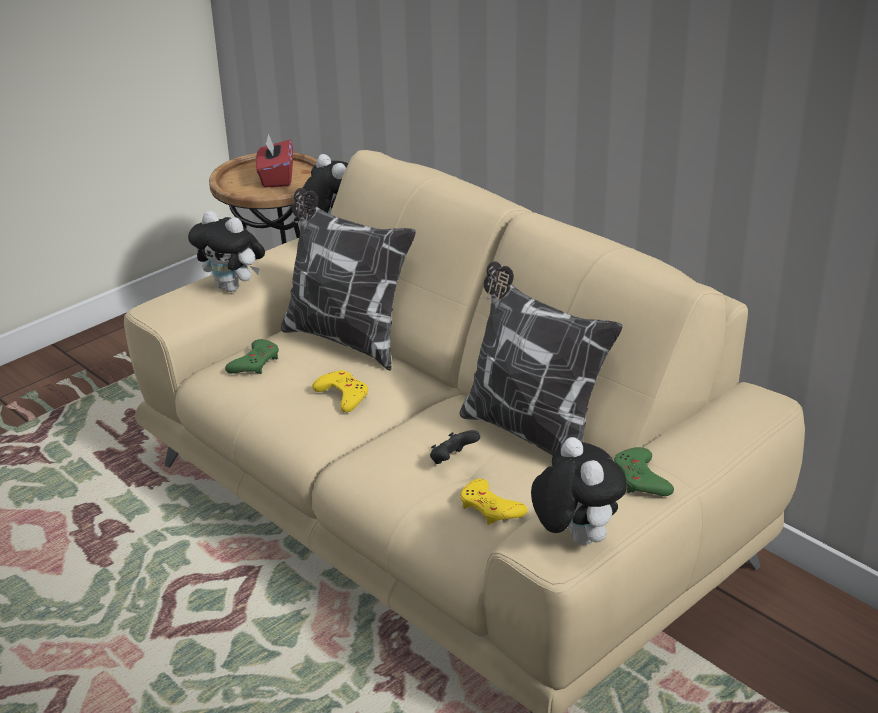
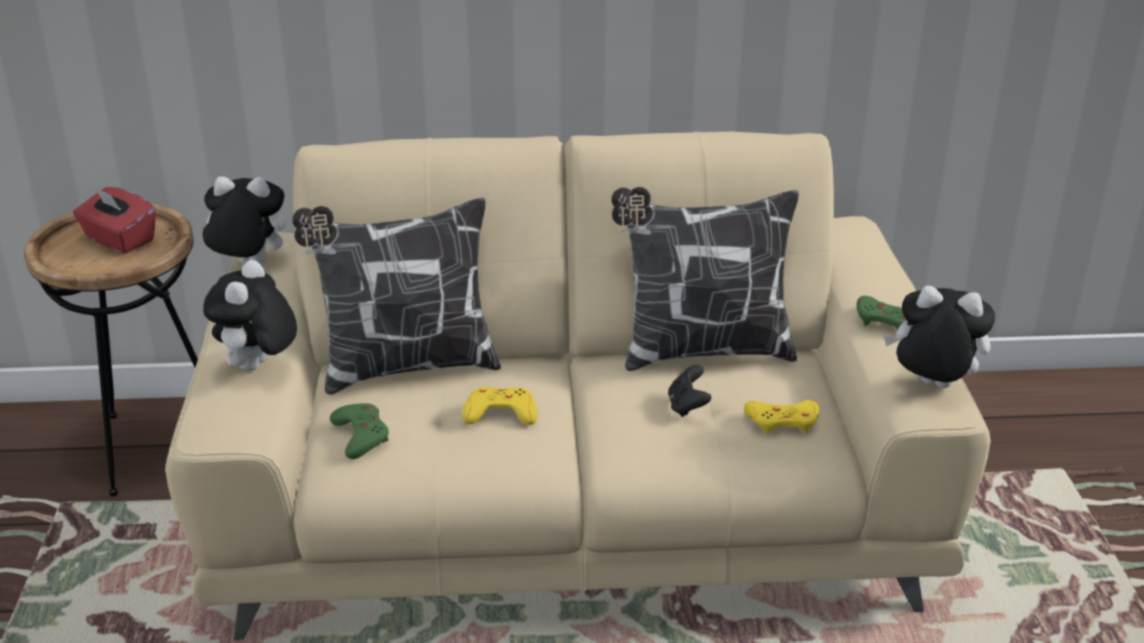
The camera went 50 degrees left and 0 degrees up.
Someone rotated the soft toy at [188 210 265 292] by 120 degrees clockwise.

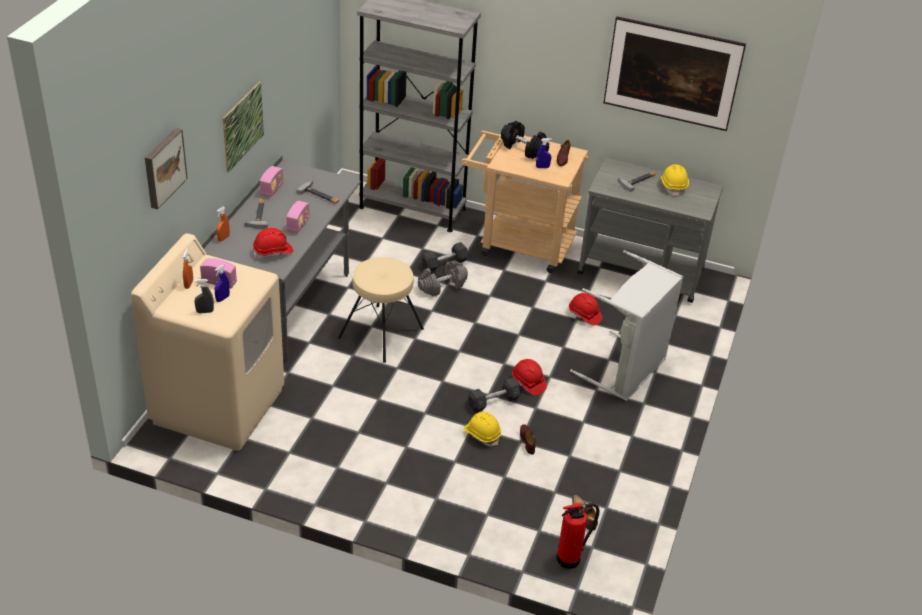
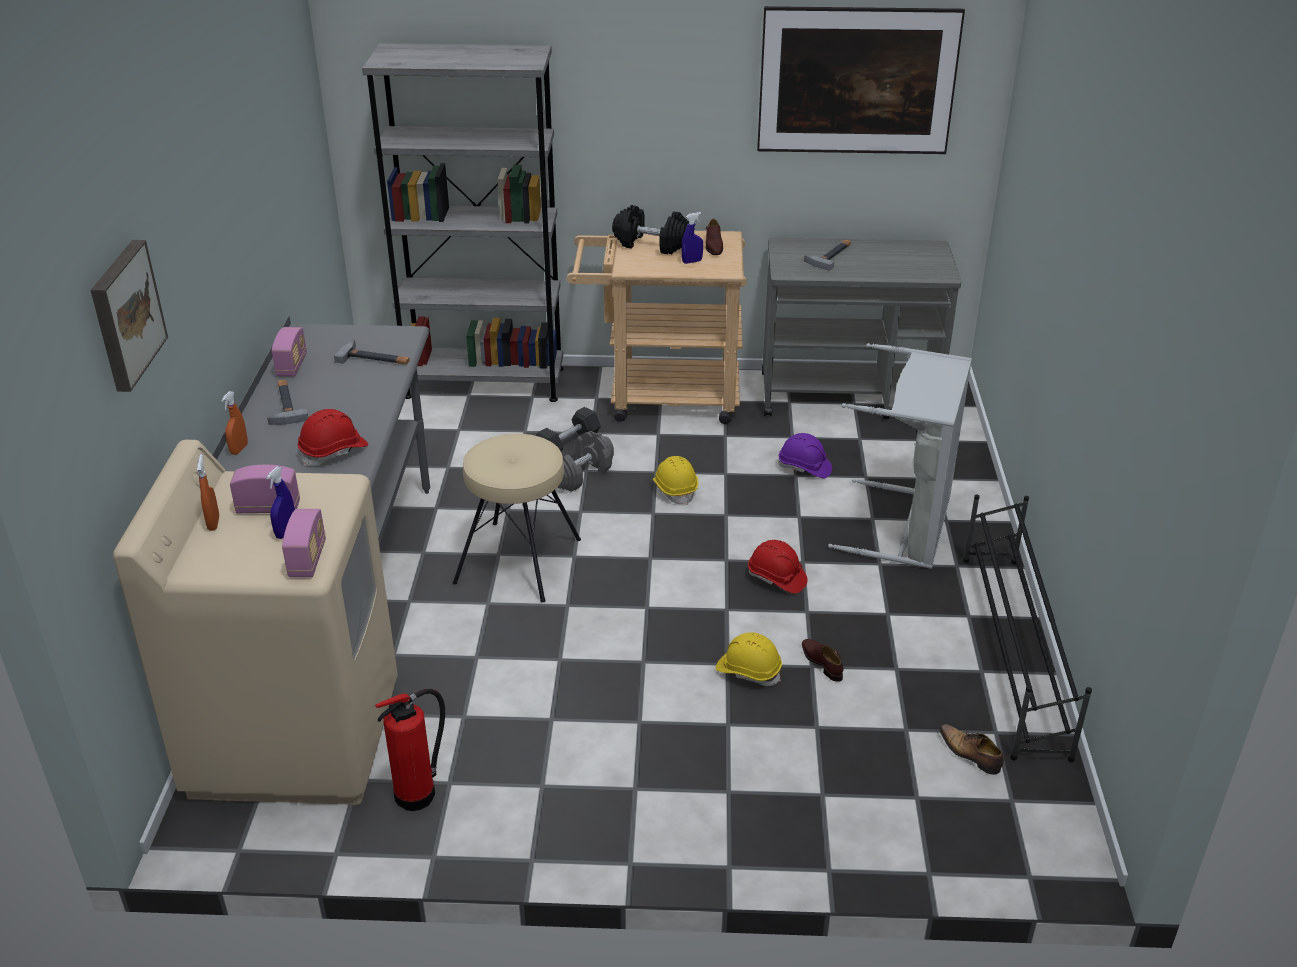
The camera went 15 degrees left and 5 degrees down.
Someone took away the wall picture at [223 82 264 173].
Someone carried the yellow work helmet from [661 164 689 197] to [653 456 699 505].
Someone carried the radio receiver from [286 201 310 234] to [282 509 326 577].
Someone took away the grey sprayer at [195 279 214 314].
Someone repainted the red work helmet at [569 293 603 326], which became the purple-coloured work helmet at [778 433 832 478].
Someone took away the grey hand weight at [468 378 521 413].
Someone carried the fire-fighting cylinder from [556 503 600 569] to [375 689 445 811].
Someone put down the black shoe rack at [963 494 1092 762].

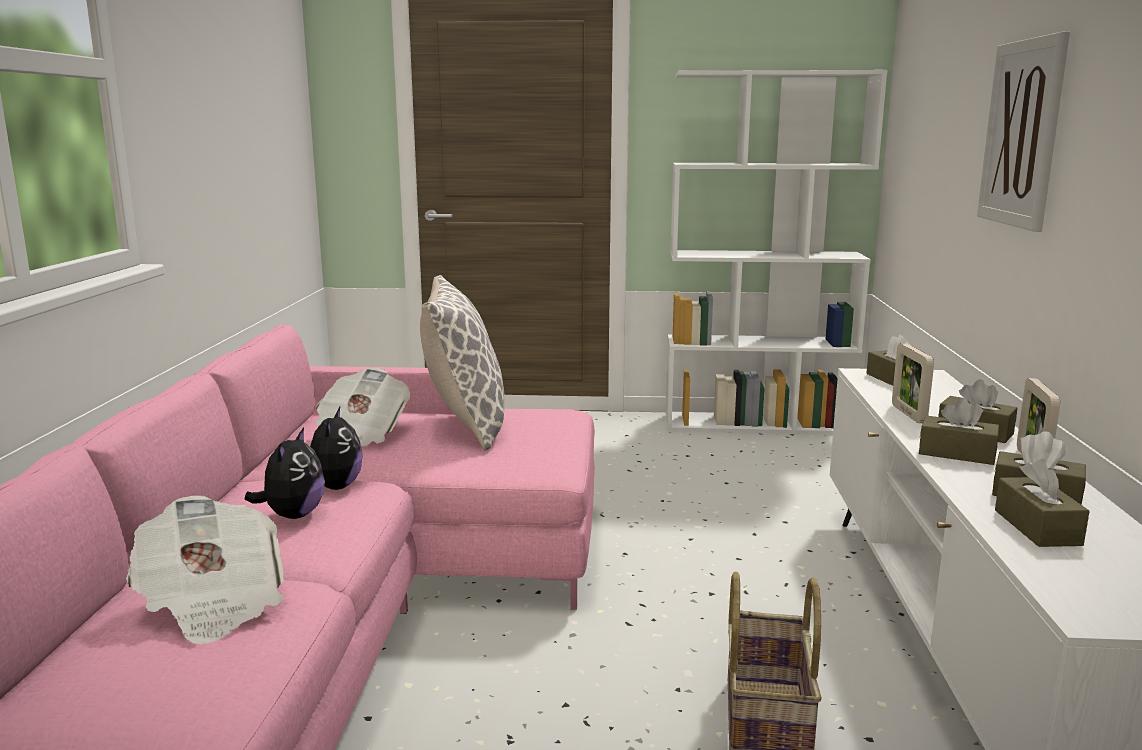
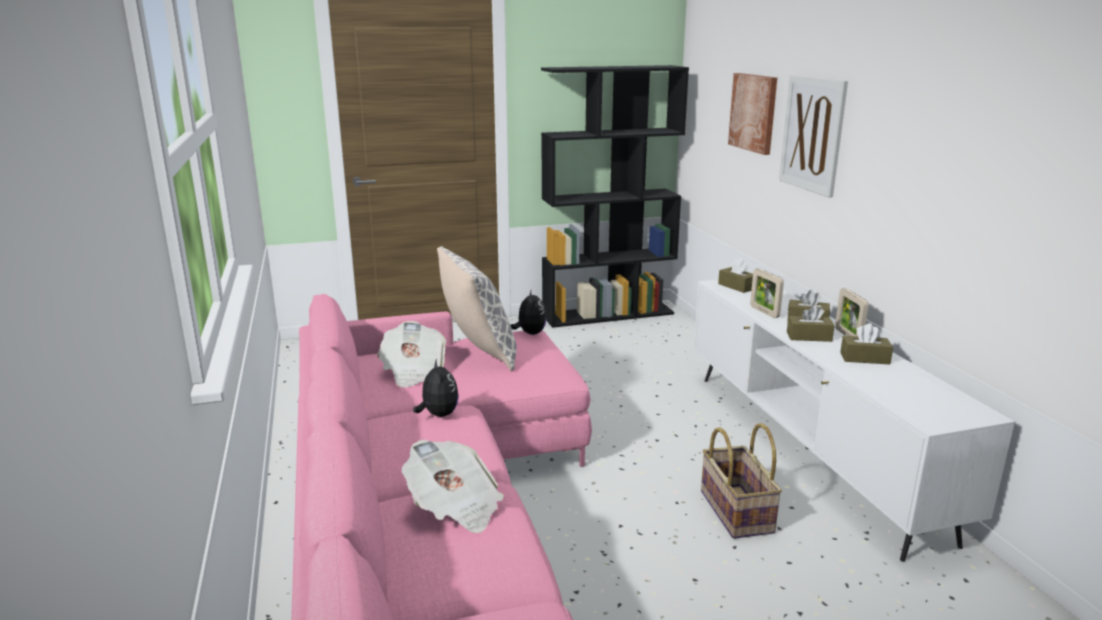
The camera went 20 degrees left and 5 degrees up.
Someone repainted the white-coloured bookcase at [666 70 888 434], which became the black bookcase at [541 65 689 328].
Someone carried the soft toy from [245 427 325 519] to [511 290 547 335].
Someone took away the brown-coloured tissue holder at [995 459 1090 547].
Someone put up the wall picture at [728 73 777 155].

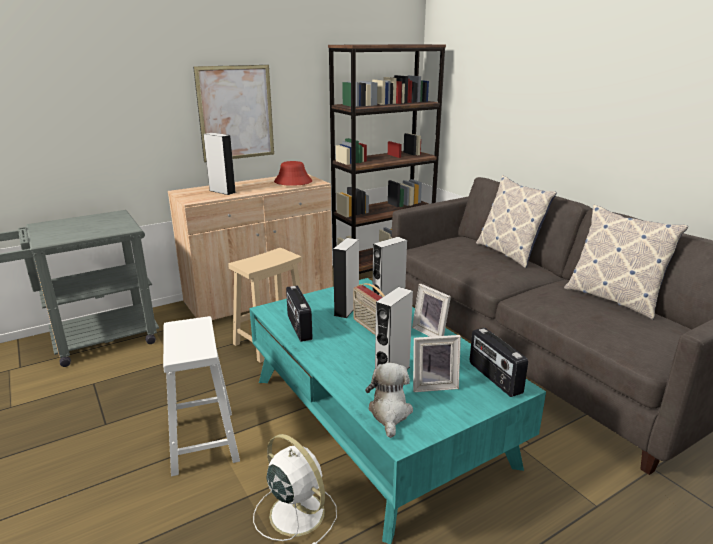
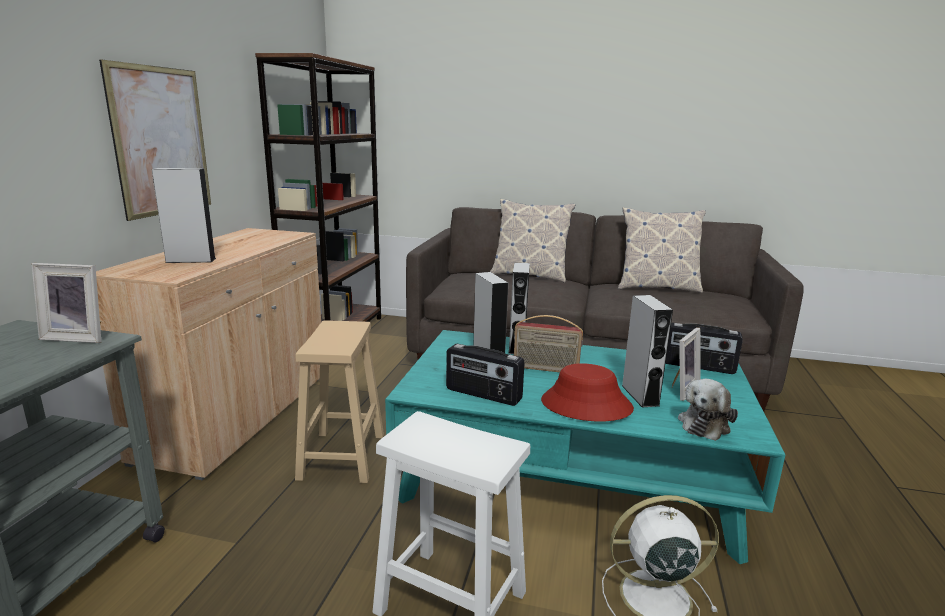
The camera went 45 degrees left and 5 degrees down.
Someone carried the red wearable hat from [274 161 312 186] to [541 363 634 421].
Someone carried the picture frame from [412 284 451 337] to [31 263 101 343].
Someone rotated the soft toy at [365 363 413 438] by 105 degrees counterclockwise.

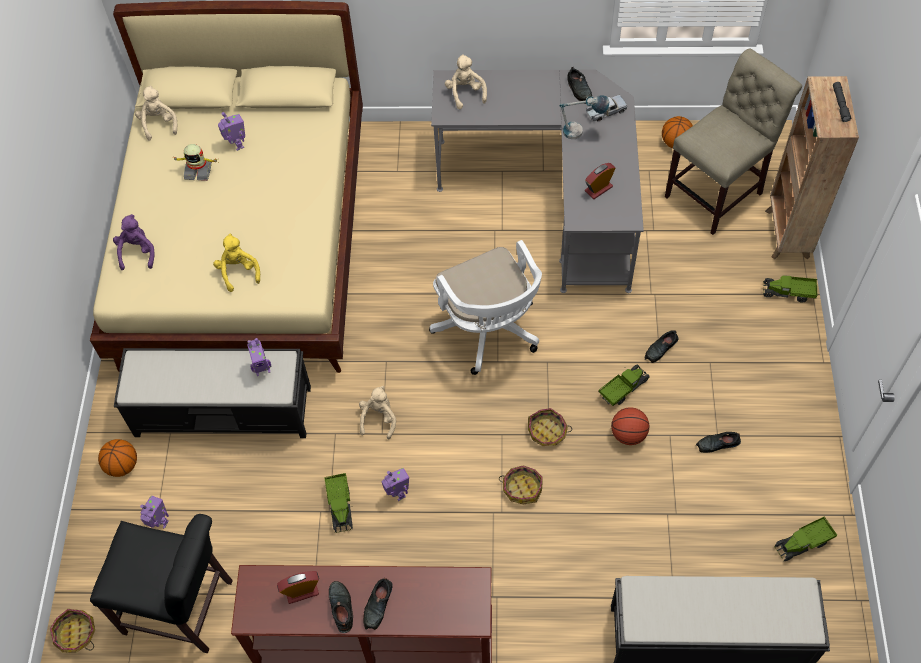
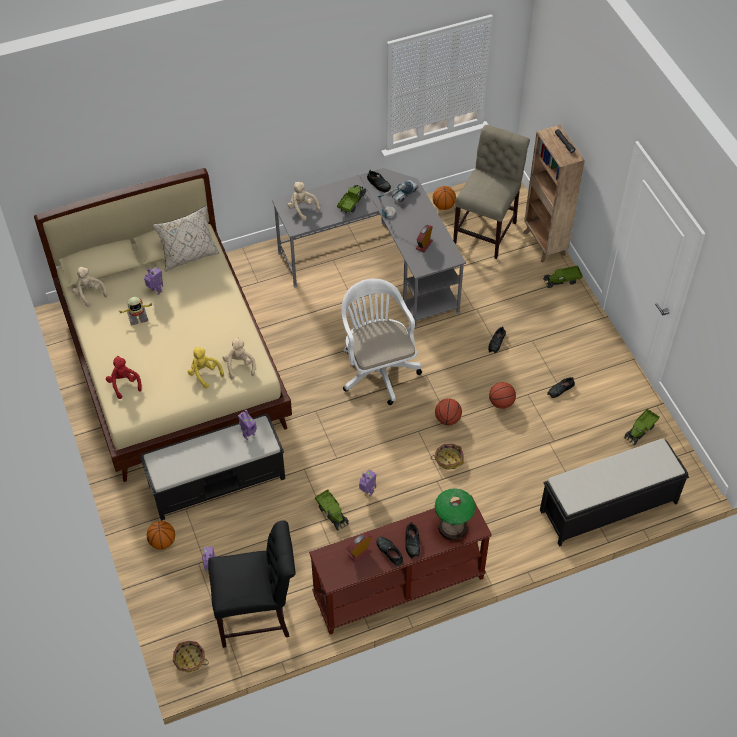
The camera went 25 degrees left and 5 degrees down.
Someone repainted the purple-coloured soft toy at [113 214 155 270], which became the red soft toy at [106 356 142 399].
Someone rotated the white-coloured computer chair at [429 240 542 375] by 150 degrees counterclockwise.
Someone carried the model truck from [599 364 650 406] to [337 185 366 213].
Someone carried the sand-coloured soft toy from [359 386 396 439] to [222 337 256 380].
Someone swapped the household basket at [528 408 572 446] for the basketball at [435 398 462 425].
Someone put down the sand-coloured cushion at [153 206 219 272].
Someone put down the tabletop lamp at [435 488 475 540].

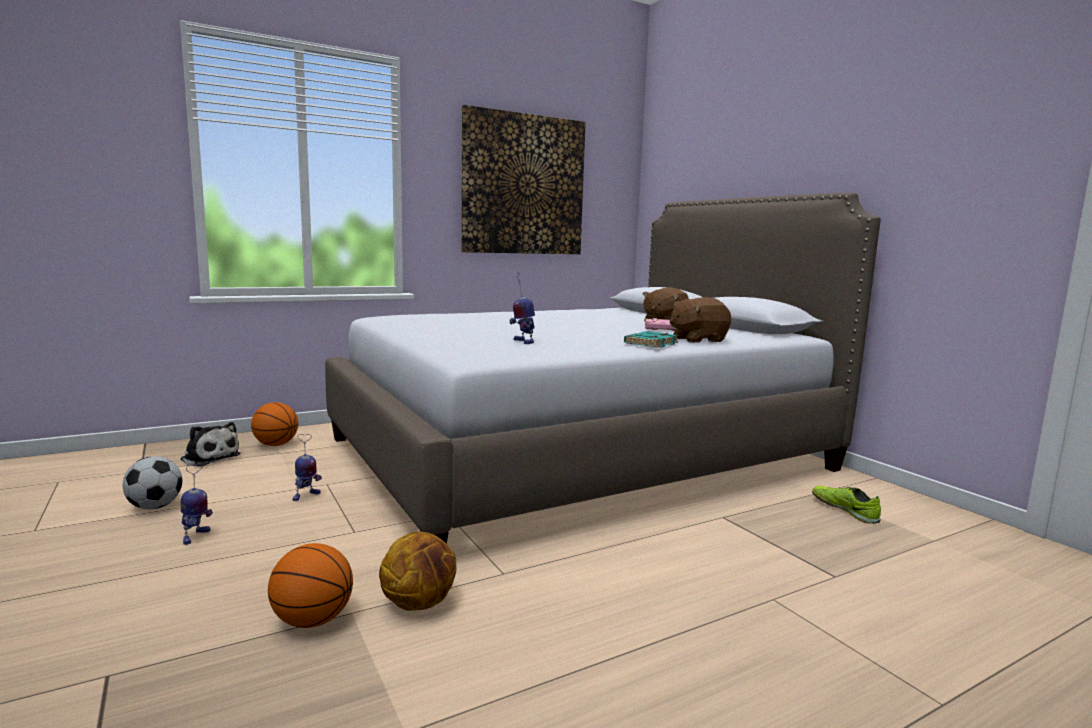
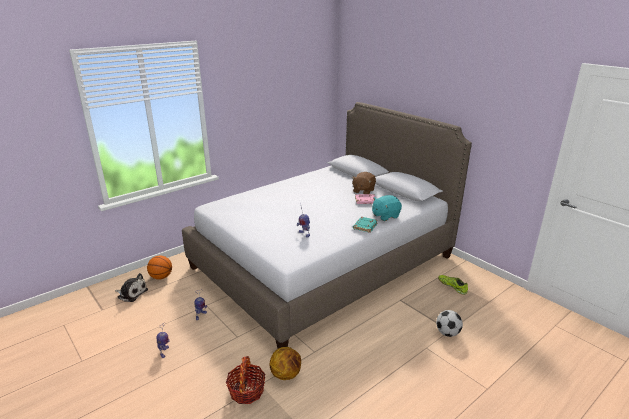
The camera went 10 degrees left and 15 degrees up.
Someone took away the wall picture at [461 105 586 254].
Someone repainted the brown-coloured soft toy at [670 297 731 343], which became the blue-green soft toy at [372 195 402 221].
Someone carried the ball for football from [123 456 182 509] to [436 310 463 337].
Someone swapped the basketball at [268 543 353 628] for the household basket at [226 356 265 404].

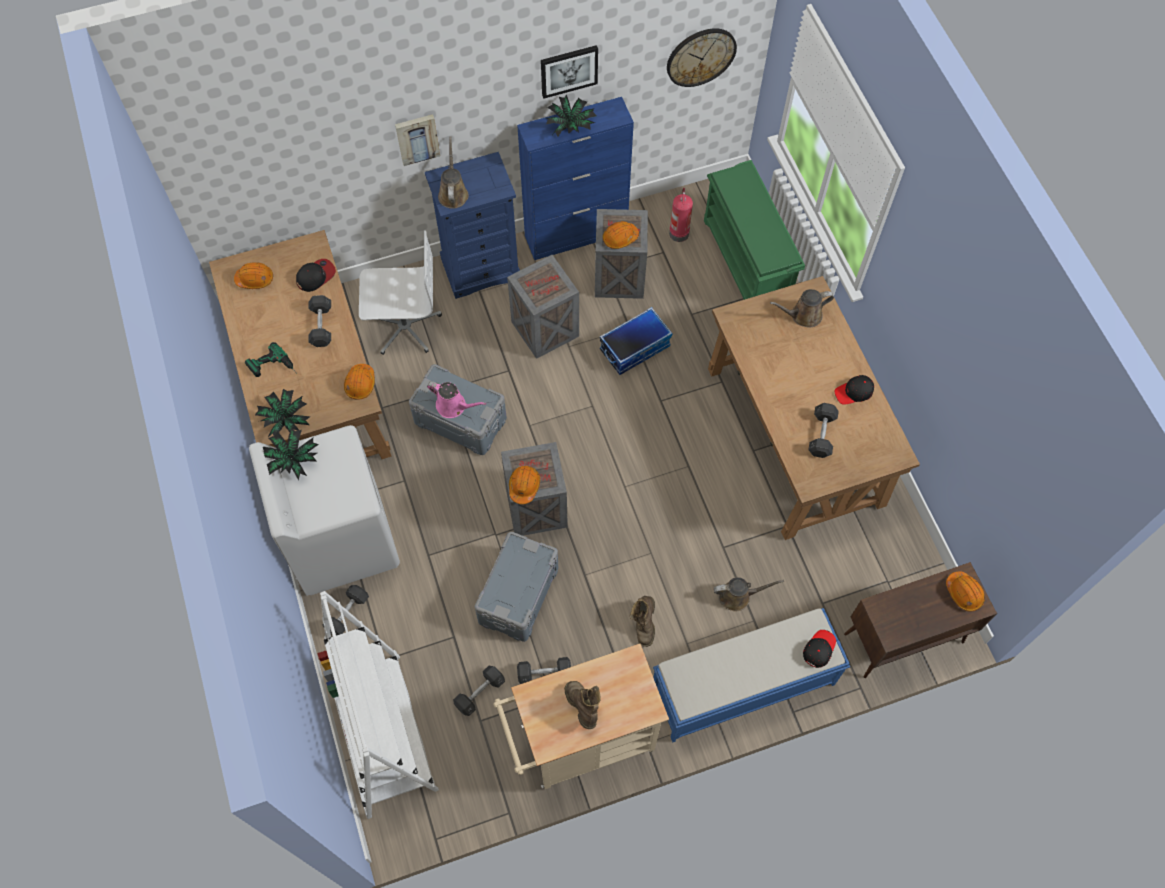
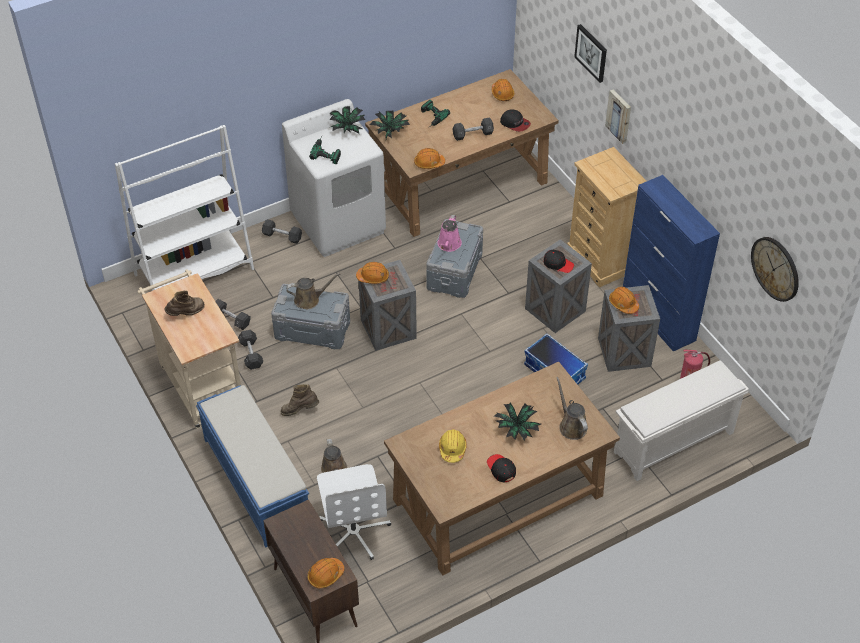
The camera went 80 degrees right and 15 degrees down.
Someone carried the wall picture from [541 45 598 99] to [574 24 607 83].
Someone carried the houseplant from [545 95 596 136] to [494 402 541 440].
Someone carried the brown-coloured watering can from [438 136 469 209] to [286 273 340 309].
Someone repainted the blue-coloured drawer chest at [425 152 520 299], which became the sand-coloured drawer chest at [567 147 647 288].
Someone repainted the greenish shoe rack at [704 160 805 300], which became the white-coloured shoe rack at [614 360 749 481].
Someone carried the white-coloured computer chair from [359 230 442 355] to [317 464 391 560].
Someone swapped the grey hand weight at [808 403 839 458] for the yellow work helmet at [439 429 466 463].
Someone carried the black cap from [803 630 836 668] to [544 250 574 273].
Someone put down the electric drill at [309 137 341 164].

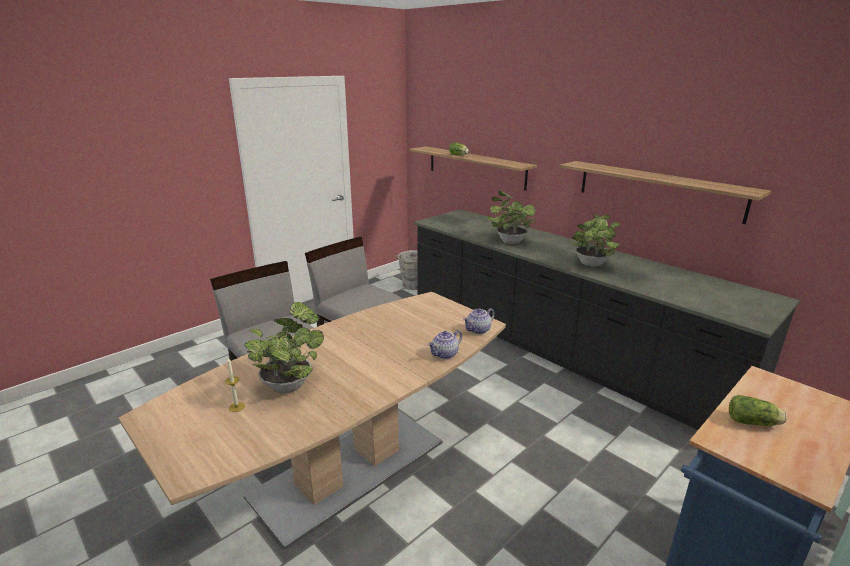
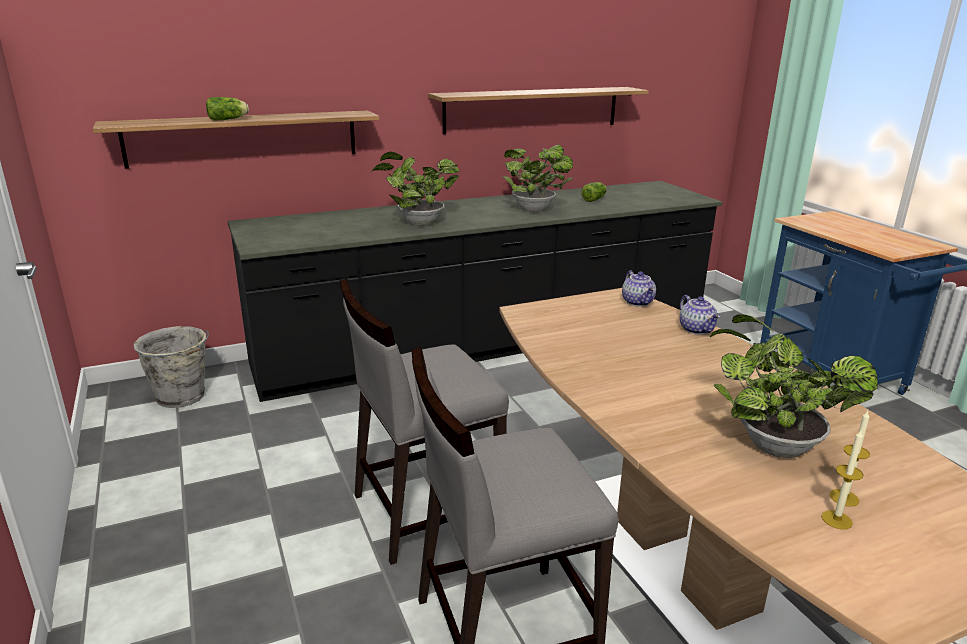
The camera went 70 degrees left and 0 degrees up.
Someone carried the lettuce head from [729 395 787 426] to [581 182 607 202].
Someone put down the wax candle at [821 430 864 530].

